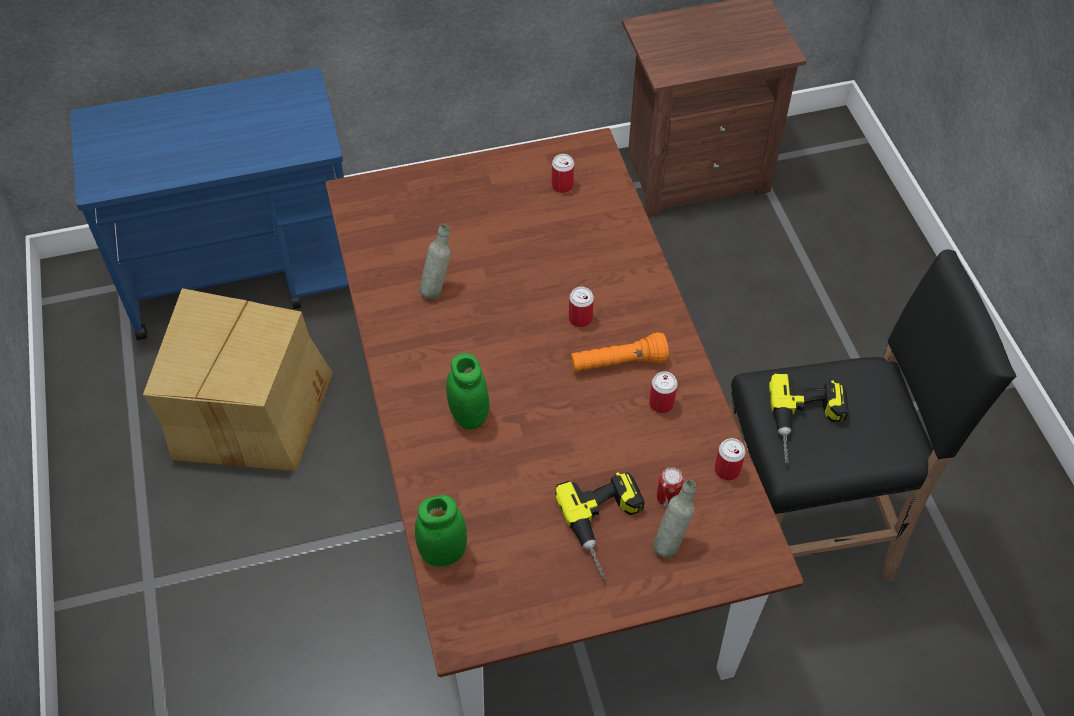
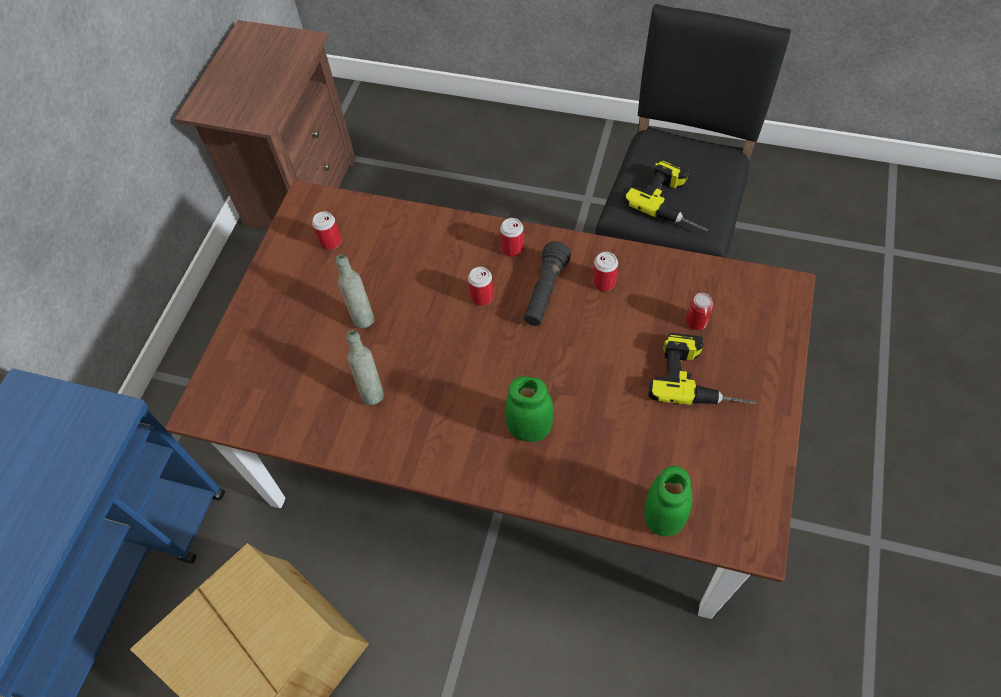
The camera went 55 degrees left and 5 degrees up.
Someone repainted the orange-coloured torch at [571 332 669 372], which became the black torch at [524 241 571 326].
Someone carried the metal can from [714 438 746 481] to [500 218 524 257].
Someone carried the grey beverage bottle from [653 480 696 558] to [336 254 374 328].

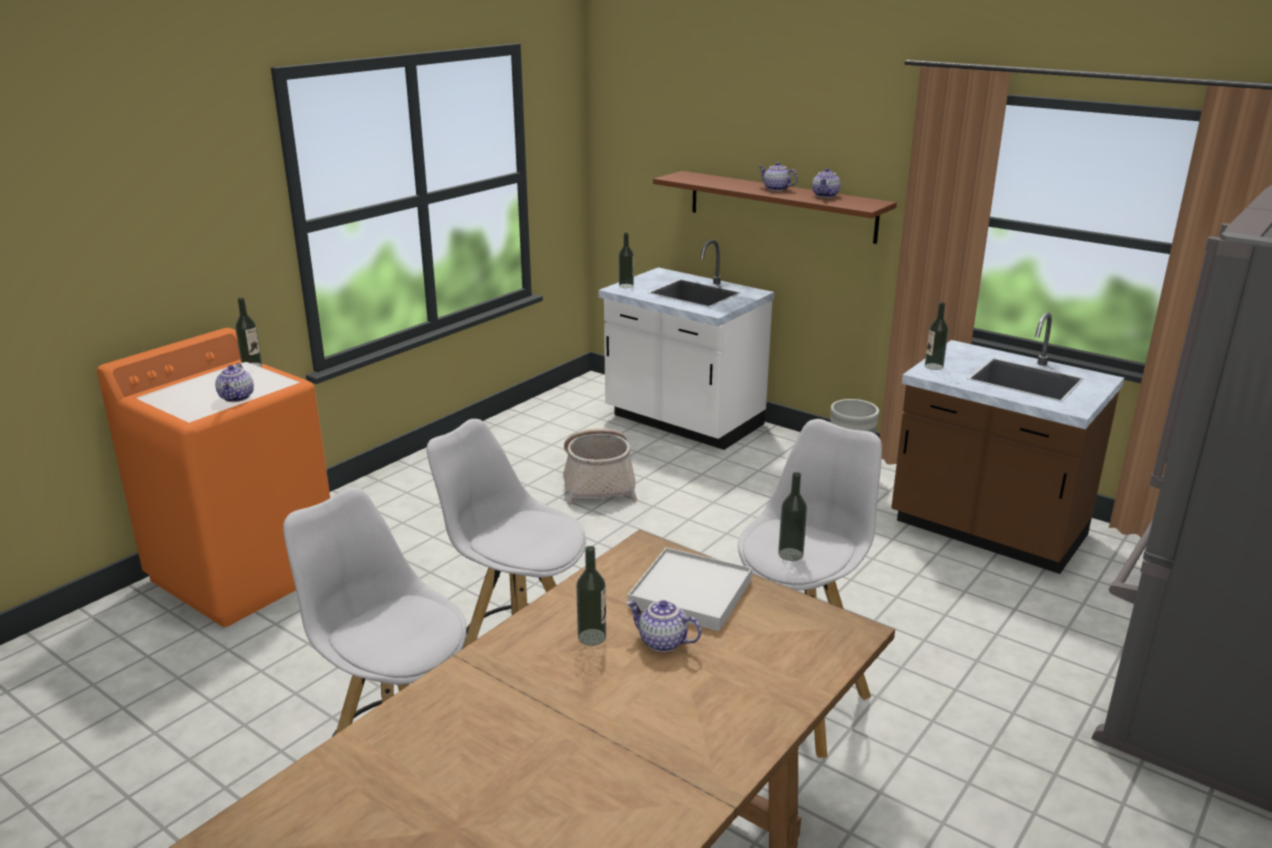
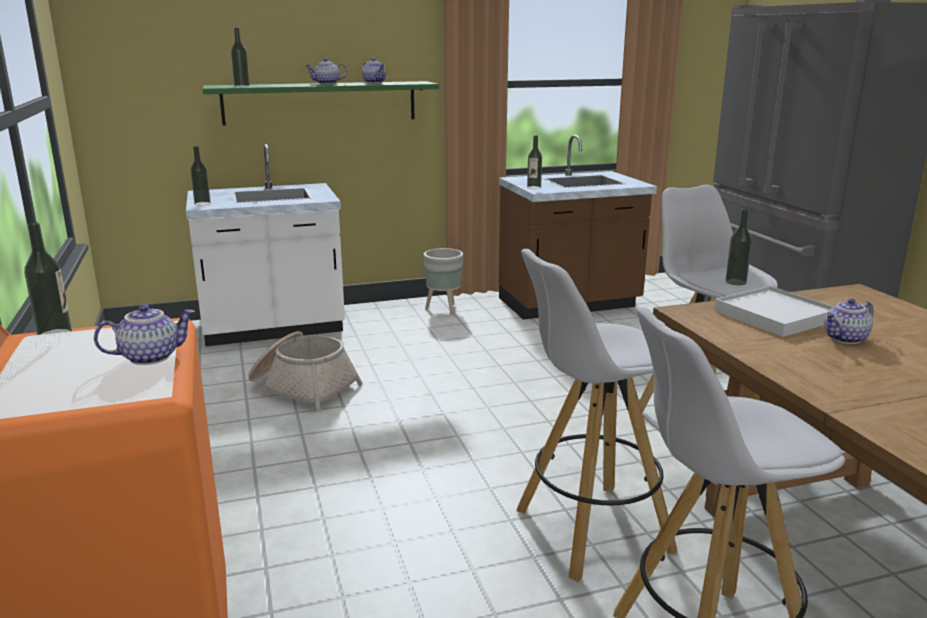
The camera went 55 degrees left and 5 degrees down.
Someone repainted the brown-coloured shelf at [653 171 897 244], which became the greenish shelf at [203 81 439 126].
Someone rotated the teapot at [215 363 254 402] by 60 degrees counterclockwise.
Someone carried the beverage bottle from [576 546 606 646] to [231 28 250 87].

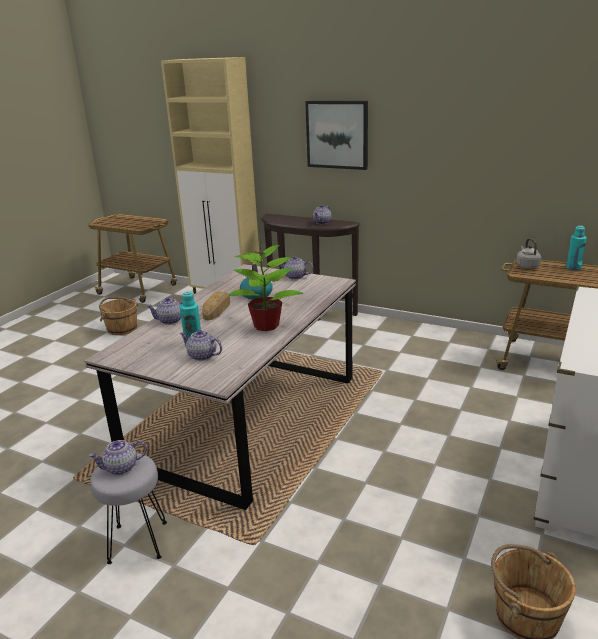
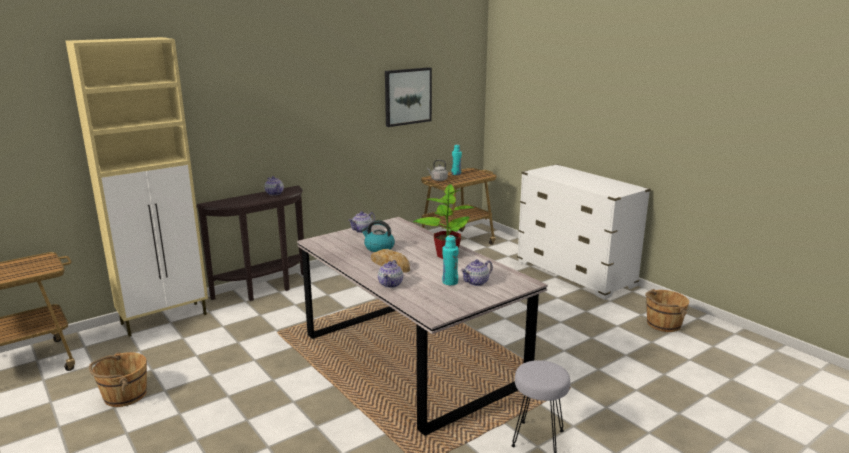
The camera went 65 degrees left and 5 degrees down.
Someone carried the wall picture from [305 101 368 170] to [385 67 432 127].
Someone took away the teapot at [89 440 147 475].

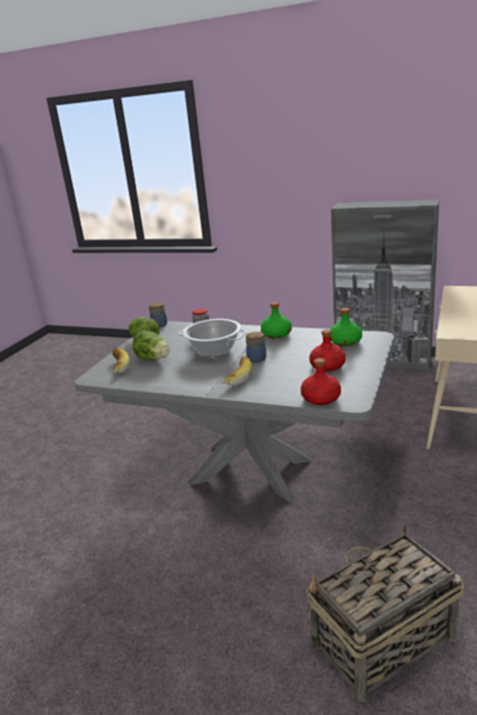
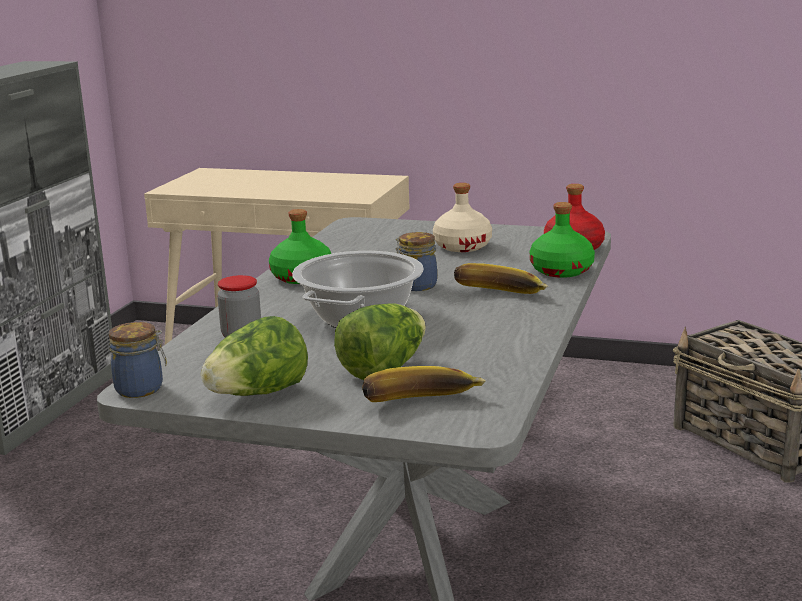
The camera went 95 degrees left and 5 degrees down.
Someone carried the greenish beverage bottle from [330 308 362 346] to [530 202 595 278].
Someone repainted the red beverage bottle at [309 329 346 372], which became the sand-coloured beverage bottle at [433 183 492 252].

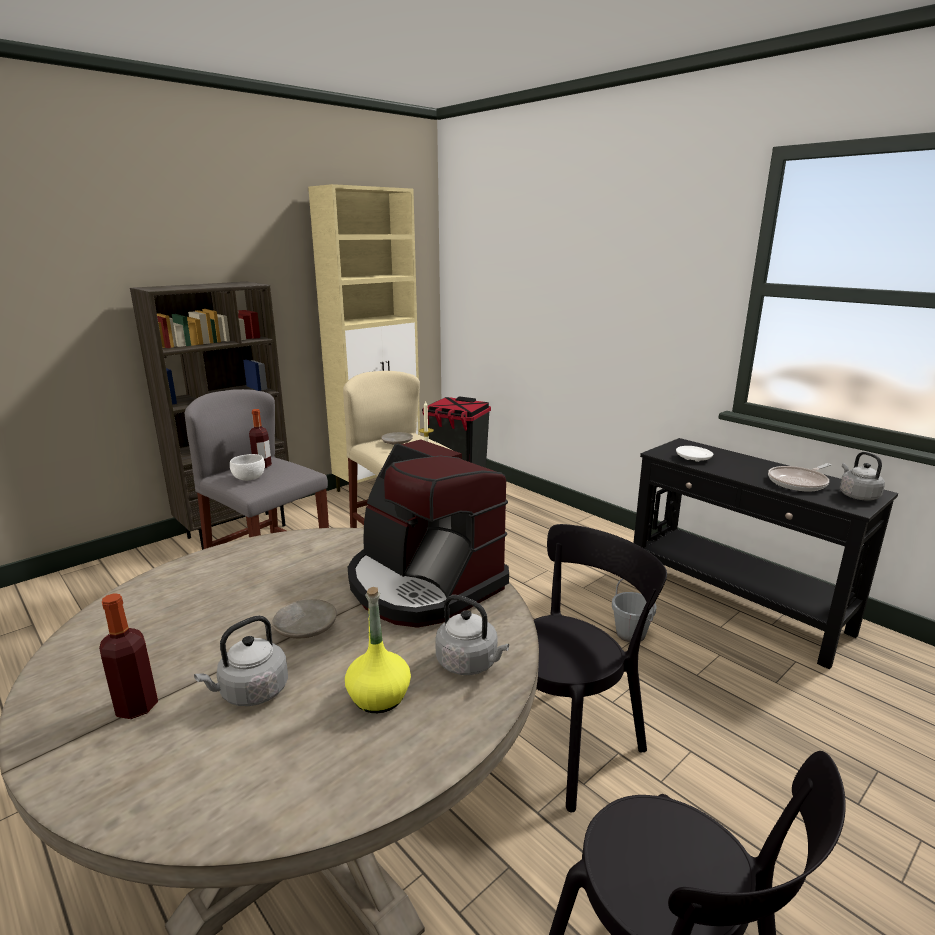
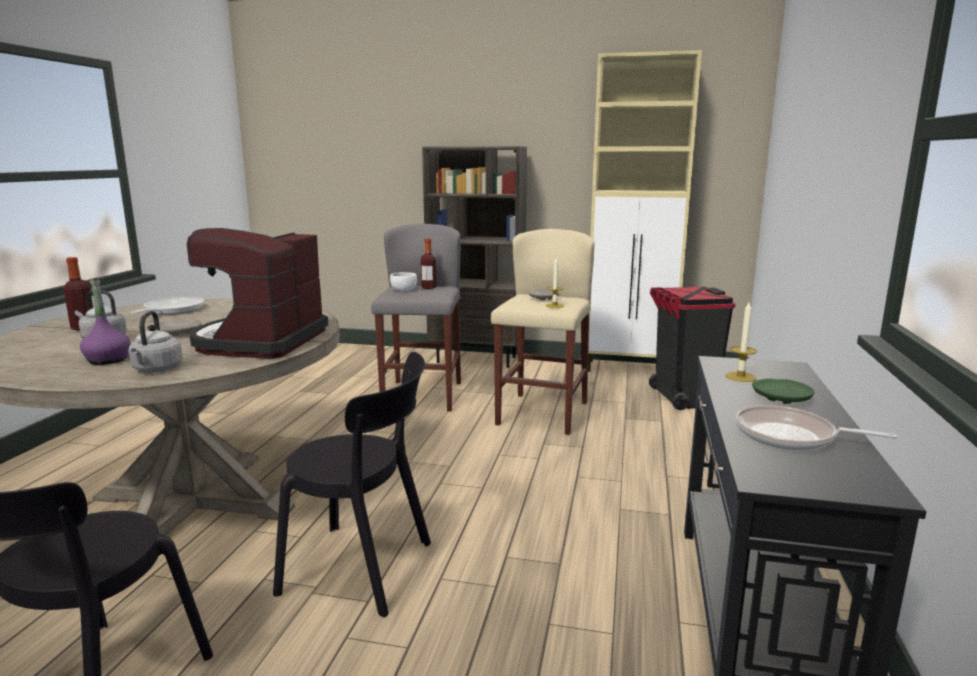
The camera went 55 degrees right and 5 degrees down.
Someone swapped the white-coloured flat dish at [676 446 713 462] for the wax candle at [725 302 757 382].
Someone took away the grey tea kettle at [840 452 885 501].
Someone took away the grey water bucket at [612 578 656 642].
Someone repainted the yellow beverage bottle at [345 587 411 713], which became the purple-coloured beverage bottle at [80 277 130 365].
Someone put down the frying pan at [130 297 204 315].
Someone put down the greenish flat dish at [752 379 814 404].

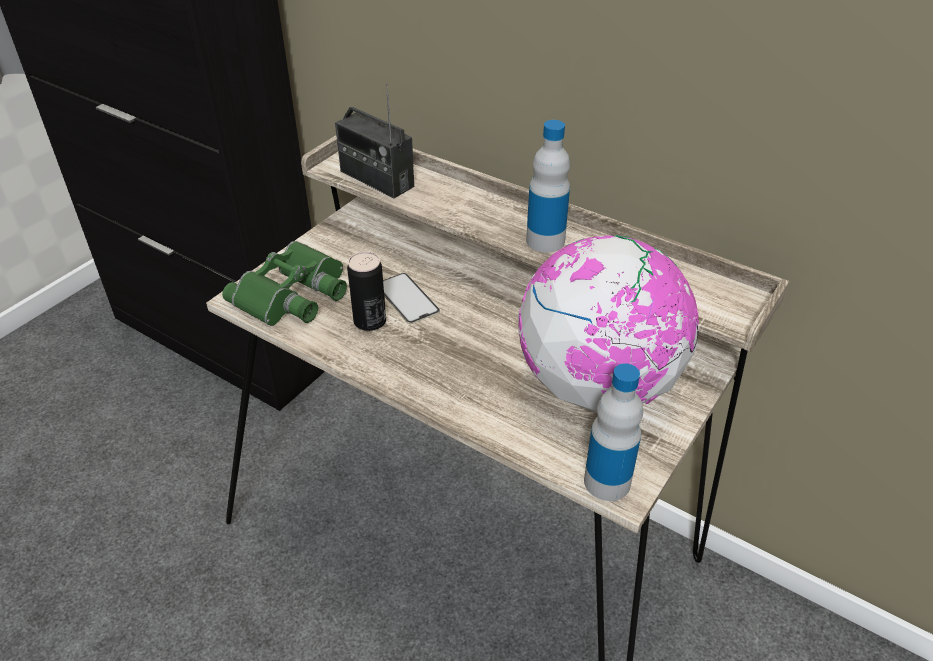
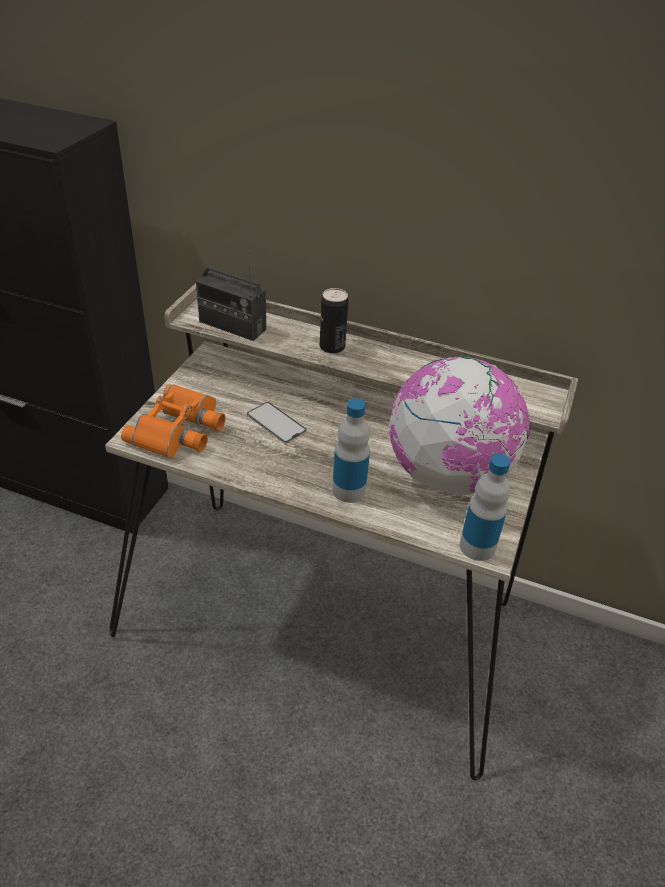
The camera went 15 degrees left and 0 degrees up.
Someone carried the beverage bottle from [526 120 570 253] to [332 398 370 503].
Someone repainted the greenish binoculars at [222 241 347 326], which became the orange-coloured binoculars at [121 384 226 458].
Someone carried the metal can from [347 251 386 331] to [320 288 348 354].

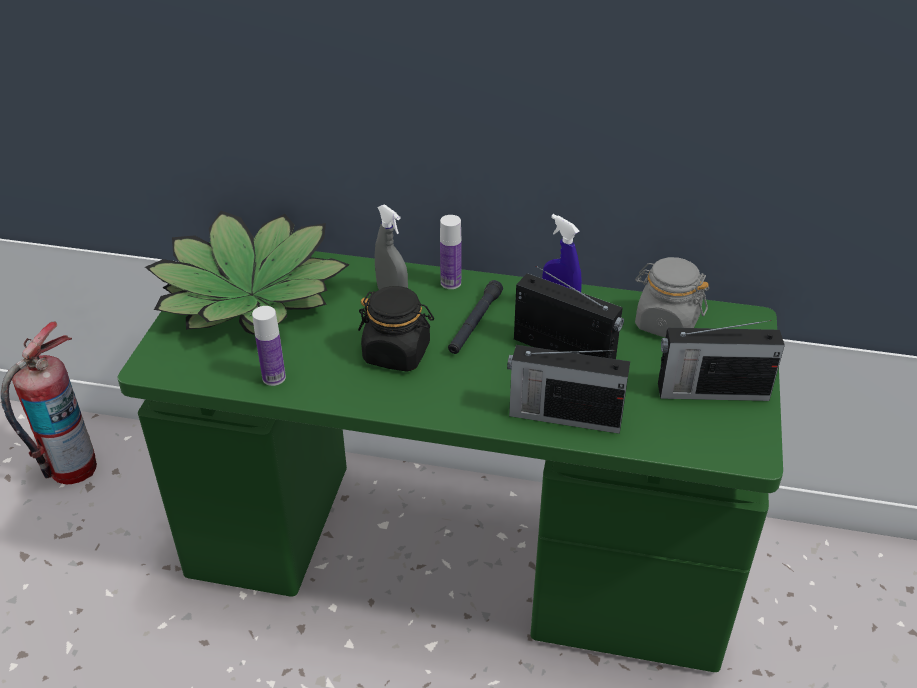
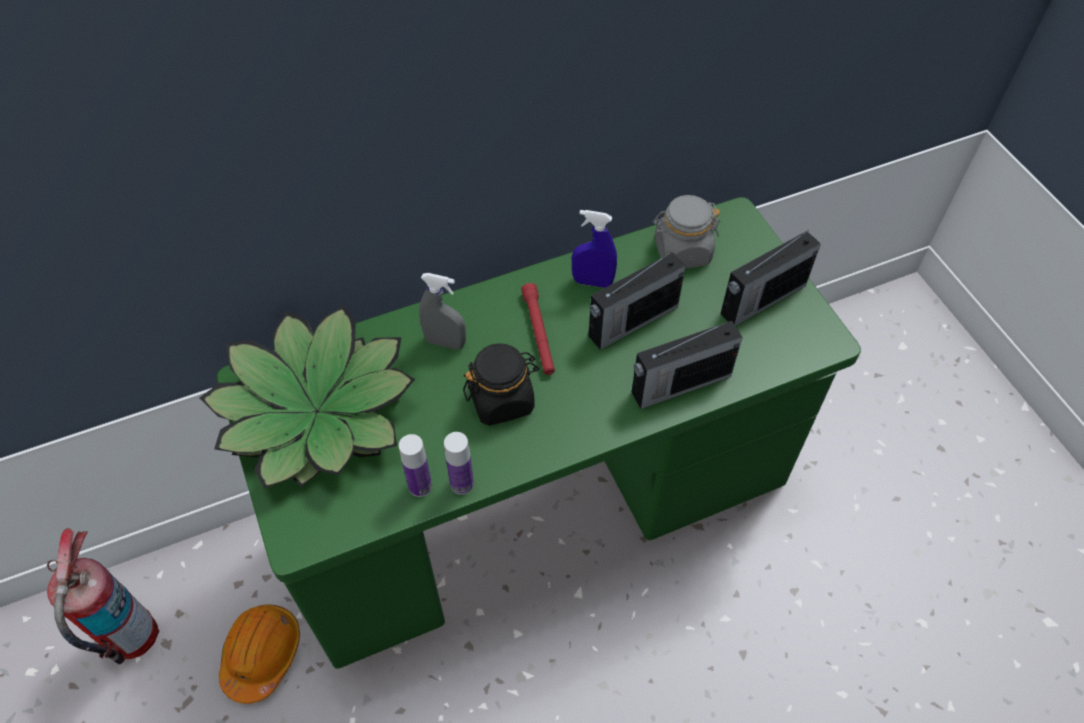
The camera went 35 degrees left and 15 degrees up.
Someone carried the beverage bottle from [440 215 462 289] to [444 432 474 495].
Someone rotated the radio receiver at [514 266 624 359] by 150 degrees clockwise.
Someone repainted the black torch at [448 280 503 354], which became the red torch at [521 283 555 375].
Someone put down the orange-coloured work helmet at [219 605 300 704].

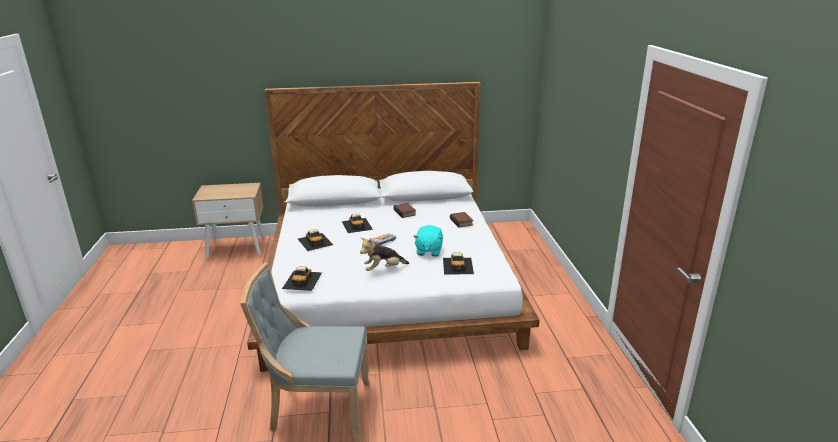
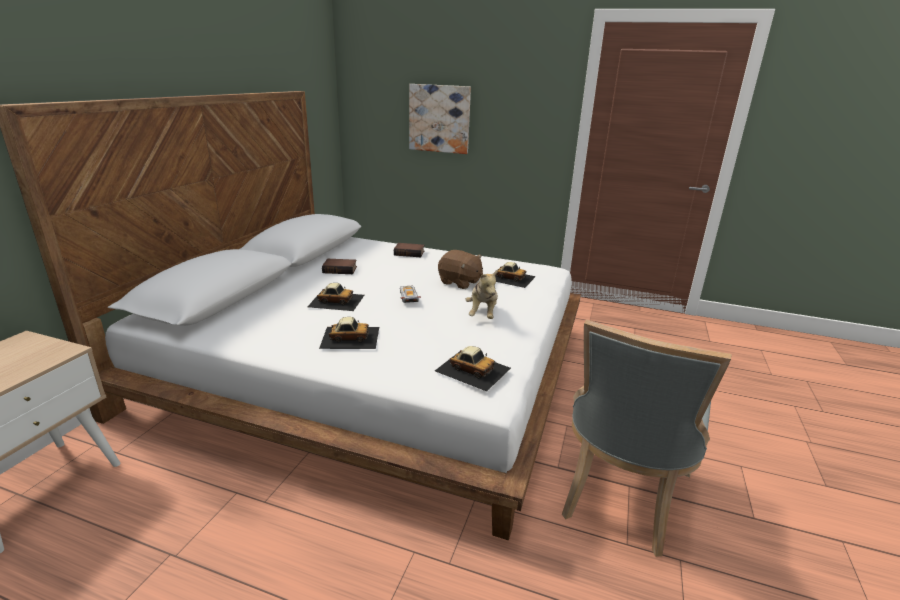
The camera went 65 degrees left and 0 degrees up.
Someone repainted the blue-green soft toy at [413 225 443 256], which became the brown-coloured soft toy at [438 250 483 289].
Someone put up the wall picture at [409 84 471 154].

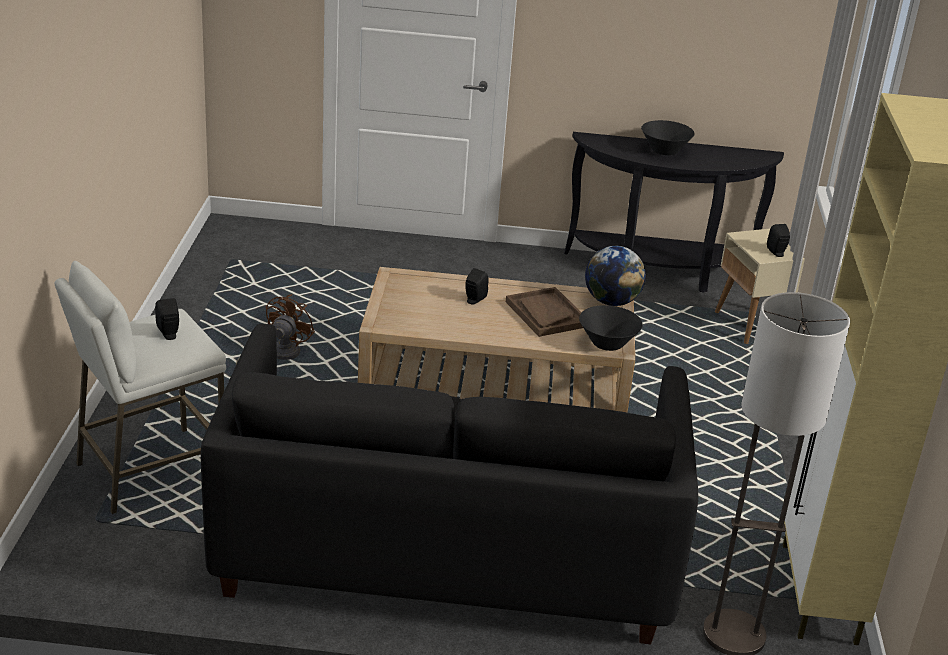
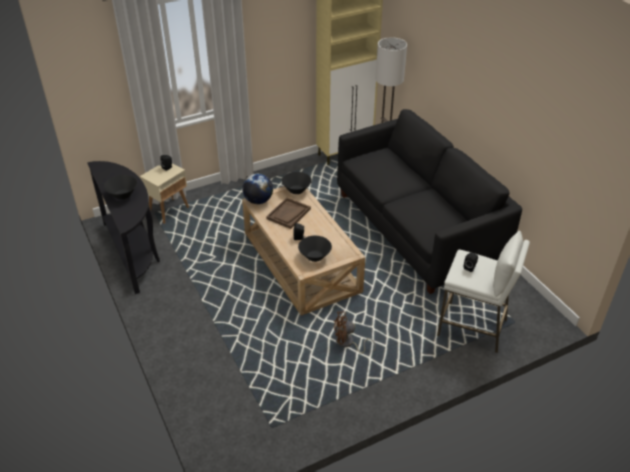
The camera went 120 degrees left and 10 degrees up.
Someone put down the black serving bowl at [298 236 332 262].

